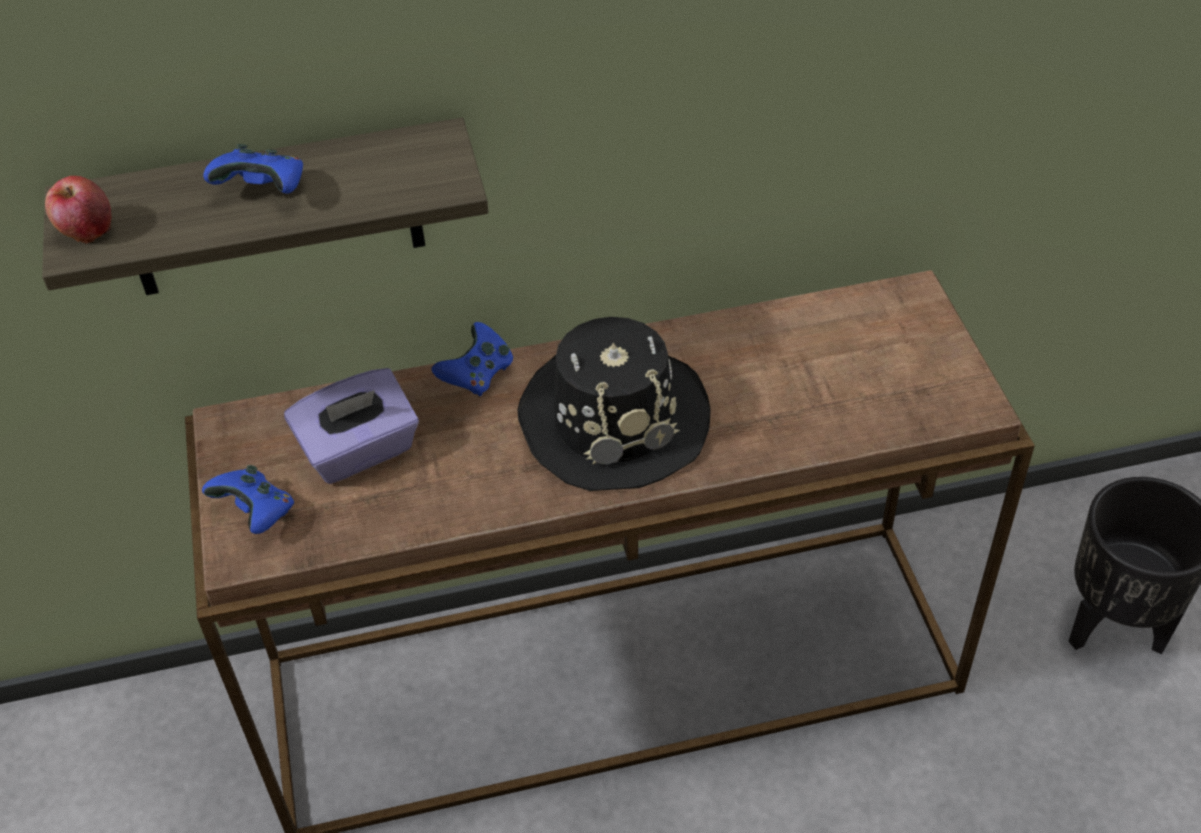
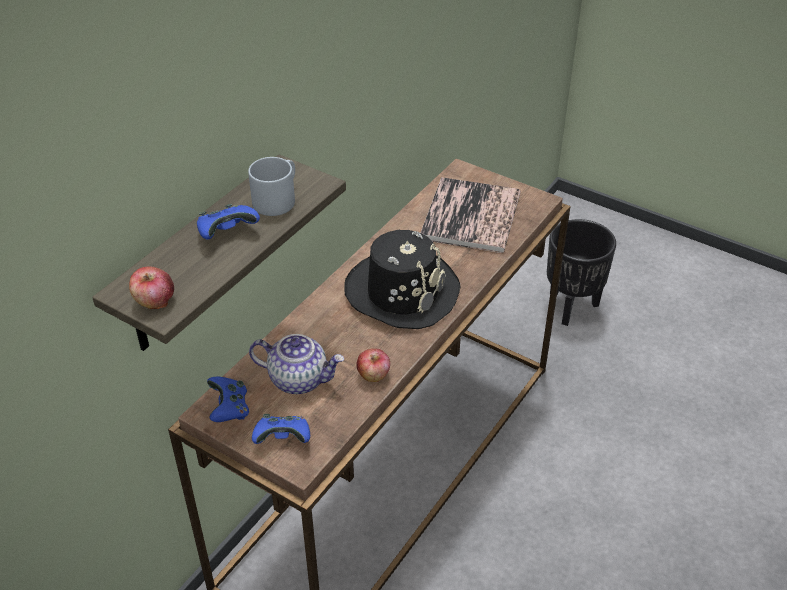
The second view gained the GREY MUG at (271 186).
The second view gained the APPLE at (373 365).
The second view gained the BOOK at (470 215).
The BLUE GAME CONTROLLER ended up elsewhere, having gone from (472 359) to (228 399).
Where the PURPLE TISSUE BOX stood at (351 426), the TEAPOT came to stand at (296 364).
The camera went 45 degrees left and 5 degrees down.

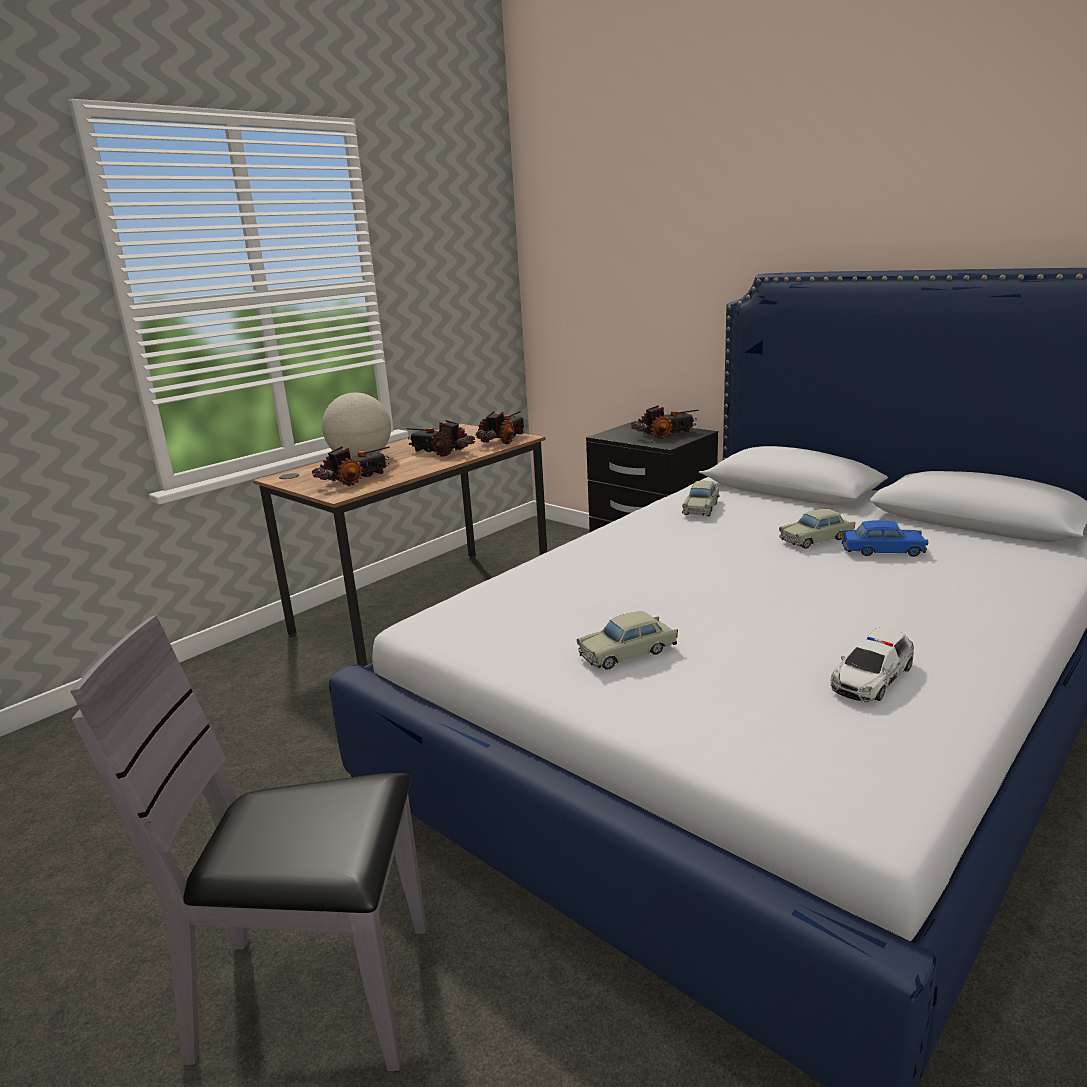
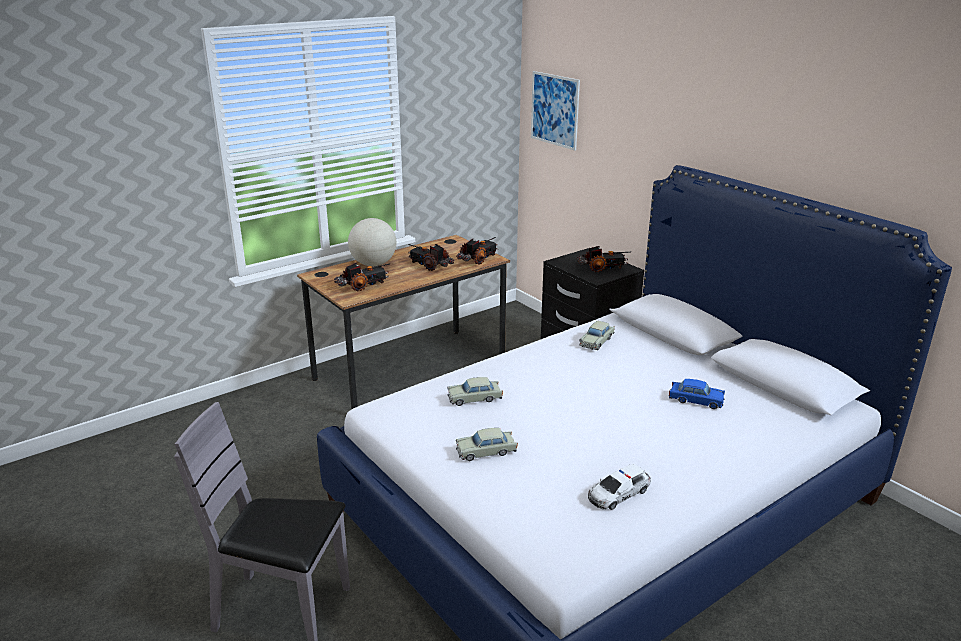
The second view gained the PICTURE at (555 110).
The BEIGE TOY CAR ended up elsewhere, having gone from (817 529) to (475 391).
The camera went 10 degrees right and 5 degrees up.

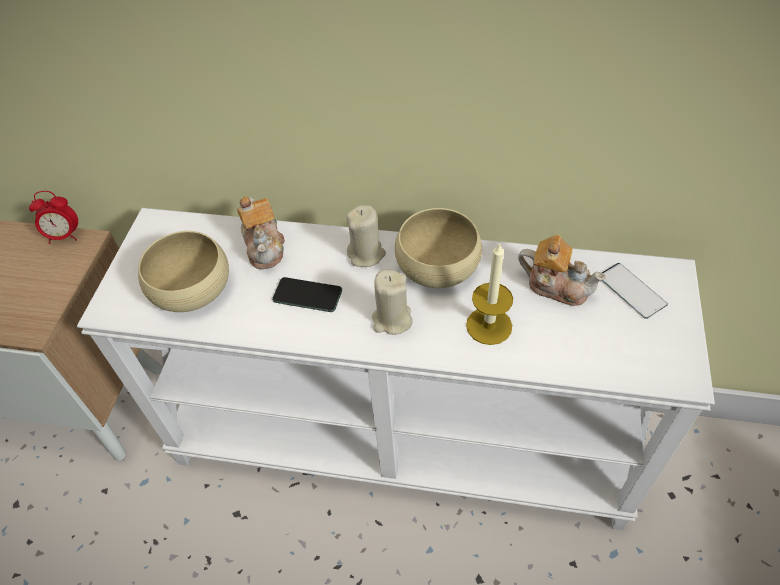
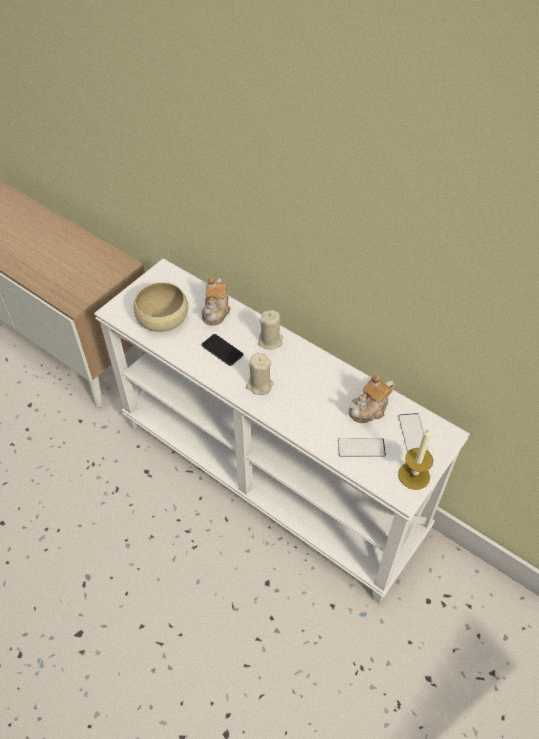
The second view lost the ALARM CLOCK at (53 217).
The second view lost the BEIGE BOWL at (438 248).
The second view gained the PHONE at (362 447).
The CANDLE ended up elsewhere, having gone from (489 293) to (415 459).
The TEAPOT at (562 270) ended up facing another way, 90 degrees clockwise from before.
The camera went 25 degrees right and 0 degrees up.

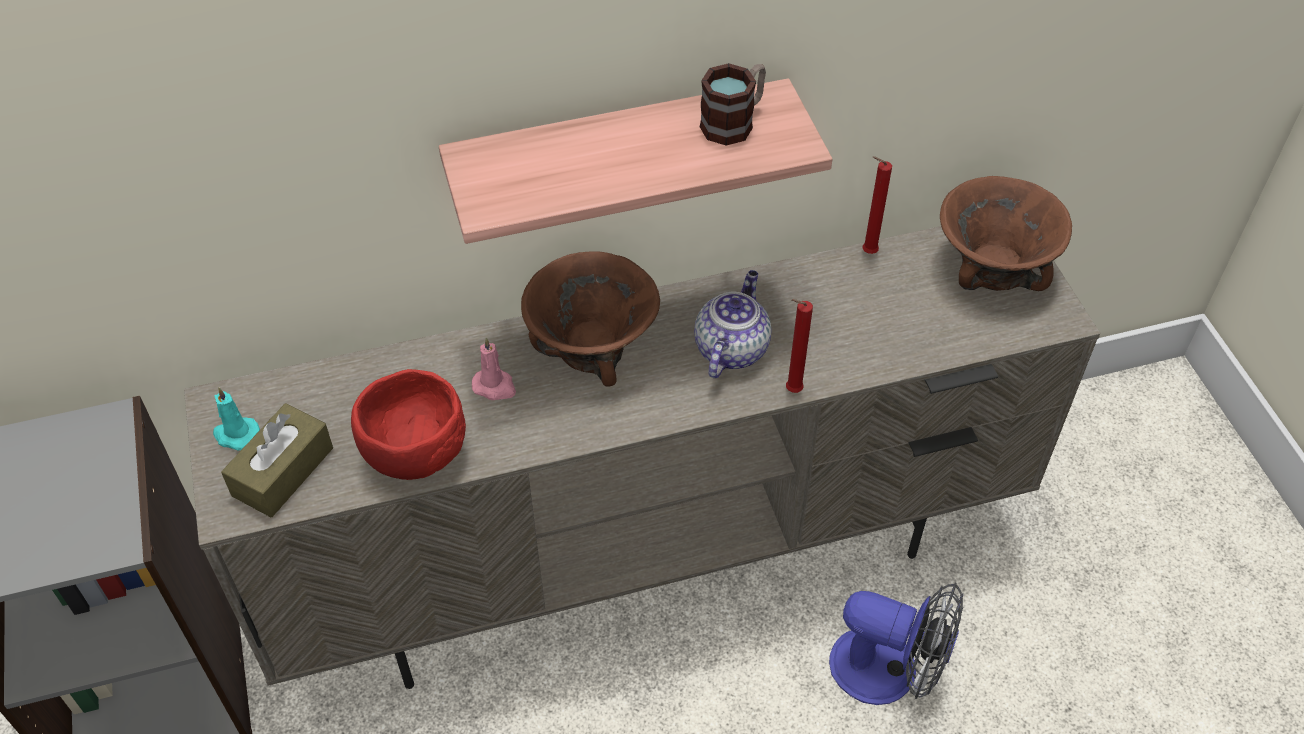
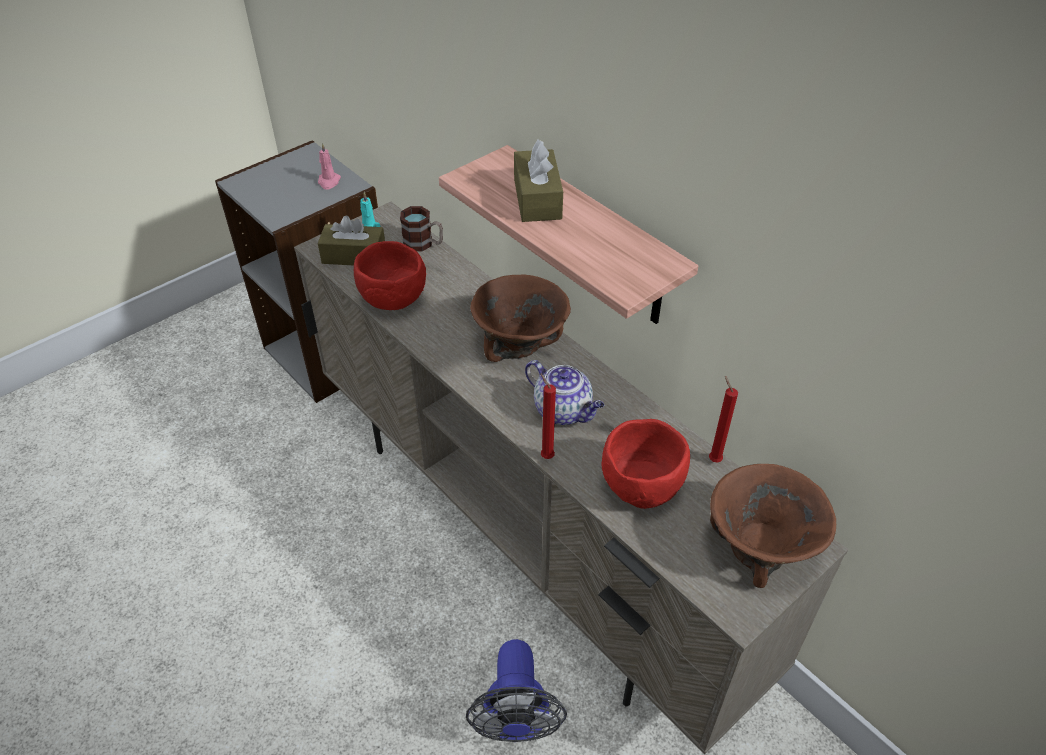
The second view gained the BROWN TISSUE BOX at (538 181).
The second view gained the RED BOWL at (645 464).
The PINK CANDLE ended up elsewhere, having gone from (494 368) to (329 166).
The MUG ended up elsewhere, having gone from (733 104) to (421 228).
The TEAPOT at (732 324) ended up facing another way, 45 degrees clockwise from before.
The camera went 65 degrees right and 5 degrees down.

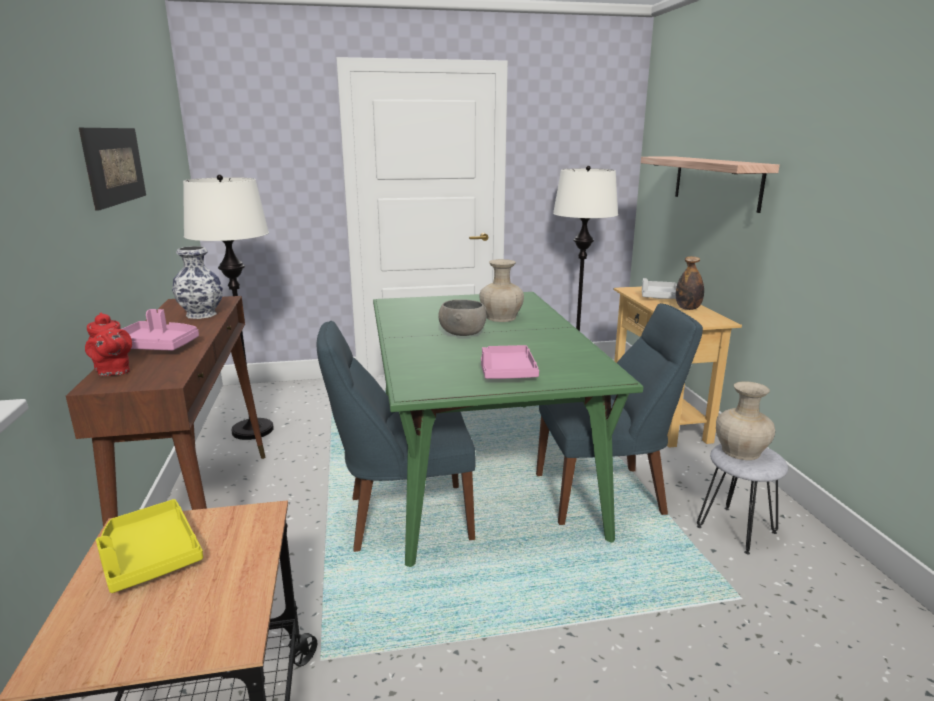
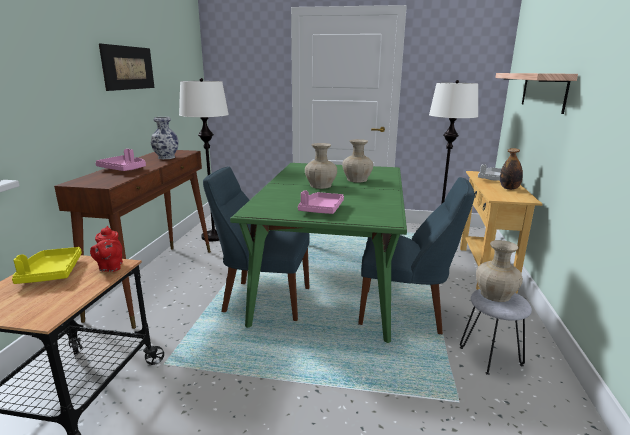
The RED TEAPOT ended up elsewhere, having gone from (108 344) to (106 249).
Where the GREY BOWL stood at (462 317), the BEIGE VASE came to stand at (321 166).
The camera went 20 degrees right and 0 degrees up.

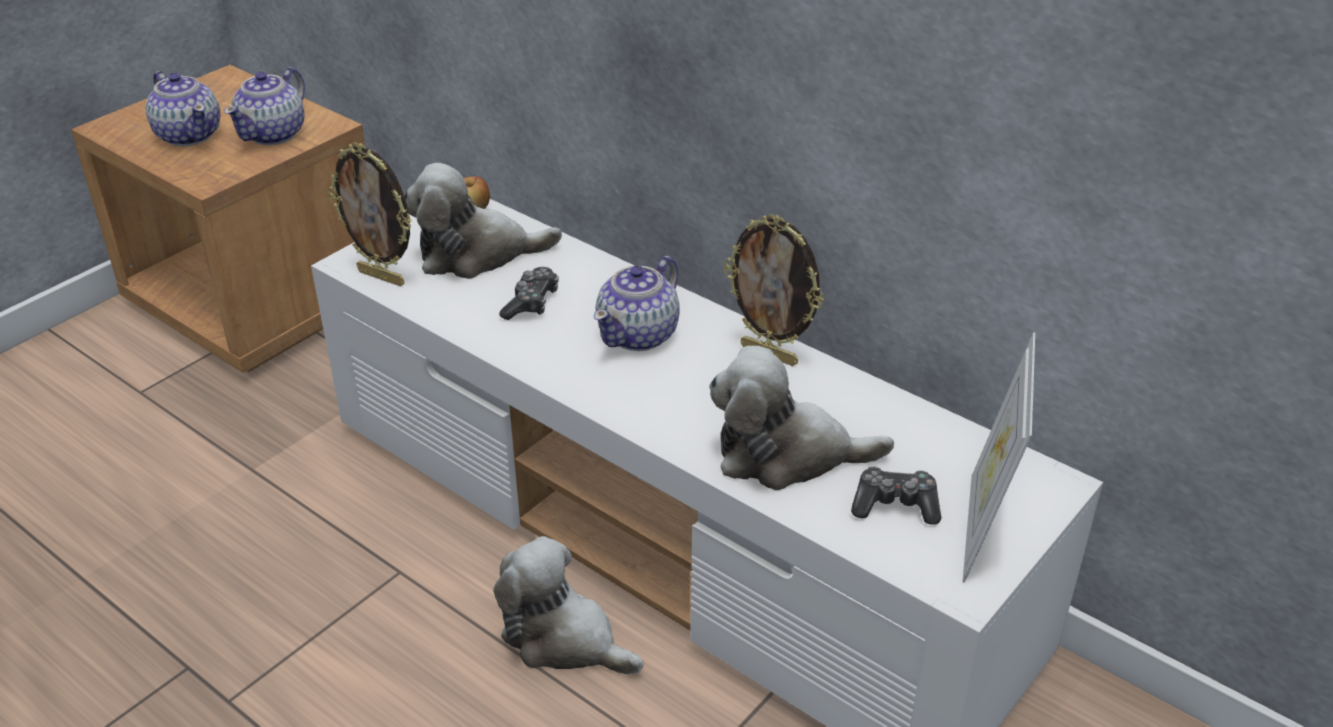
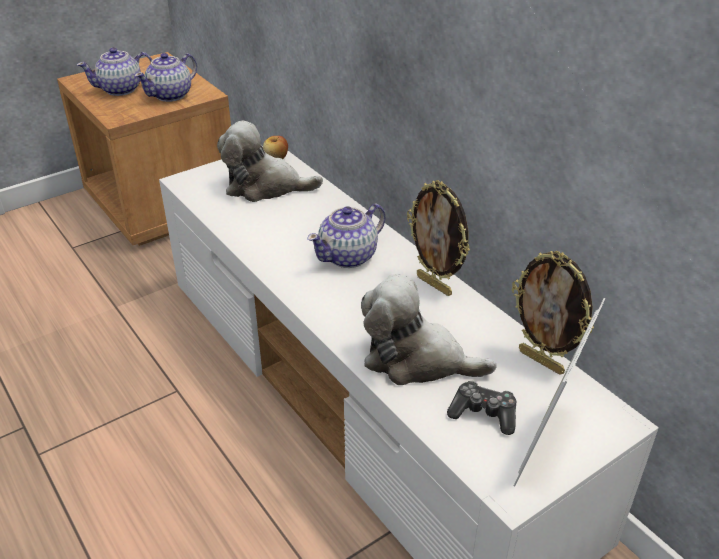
The second view lost the PLUSH TOY at (568 605).
The second view lost the GAME CONTROLLER at (529 293).
The PICTURE FRAME ended up elsewhere, having gone from (370 214) to (553 313).
The TEAPOT at (182 108) ended up facing another way, 90 degrees clockwise from before.
The camera went 15 degrees right and 0 degrees up.

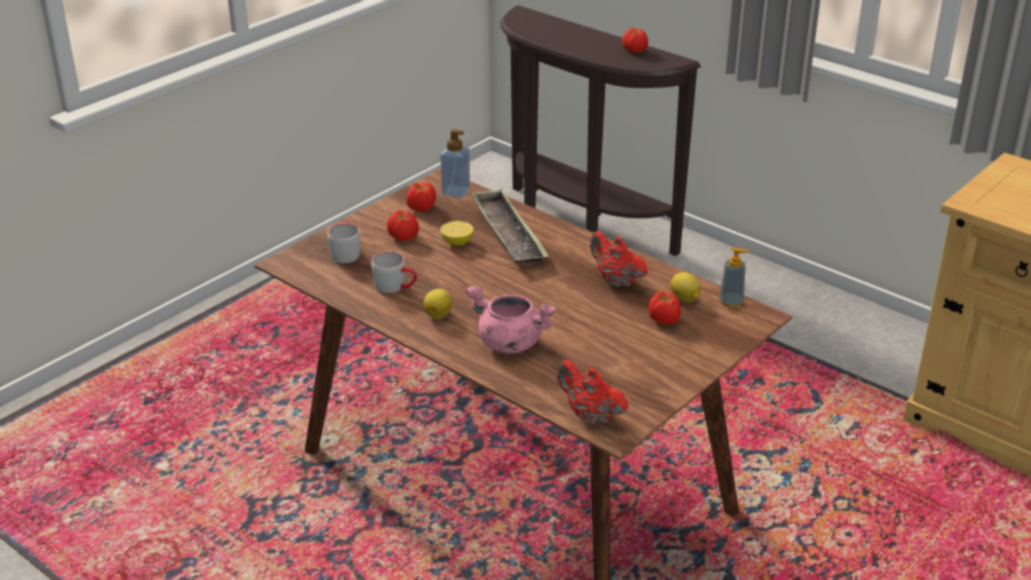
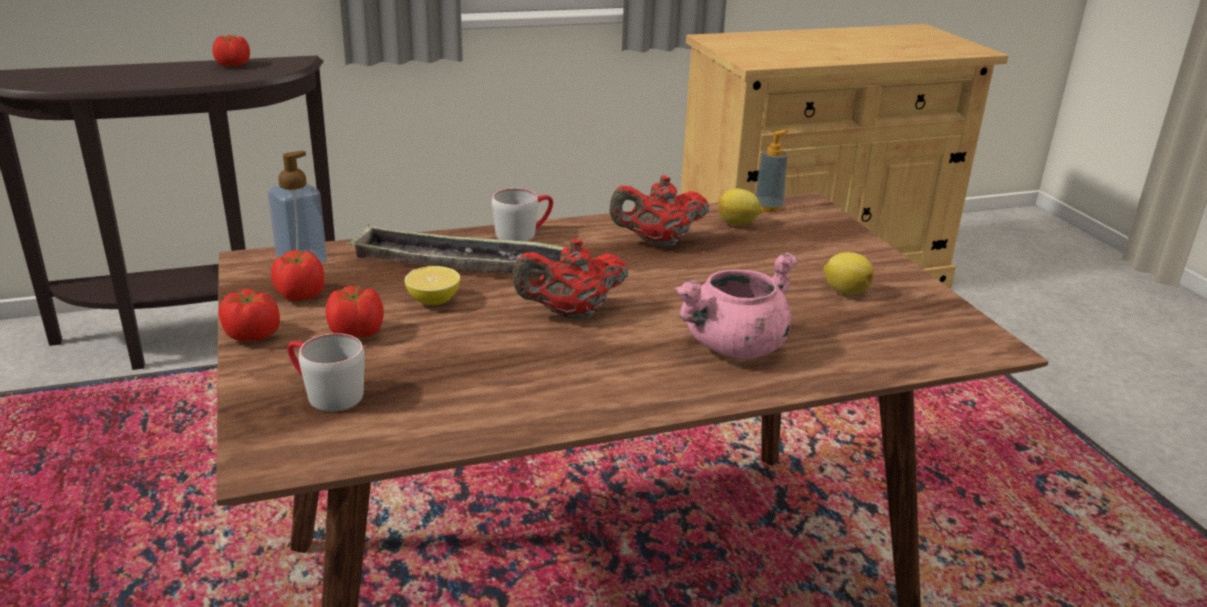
The GREY MUG ended up elsewhere, having gone from (394 272) to (522 214).
The LEMON ended up elsewhere, having gone from (437 304) to (848 273).
The RED TEAPOT ended up elsewhere, having gone from (593 392) to (570 279).
The TOMATO ended up elsewhere, having gone from (665 308) to (249 315).
The camera went 60 degrees left and 5 degrees down.

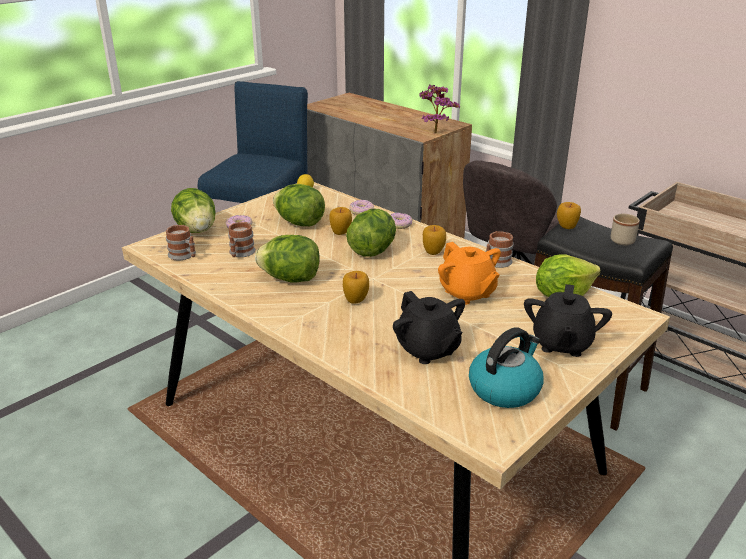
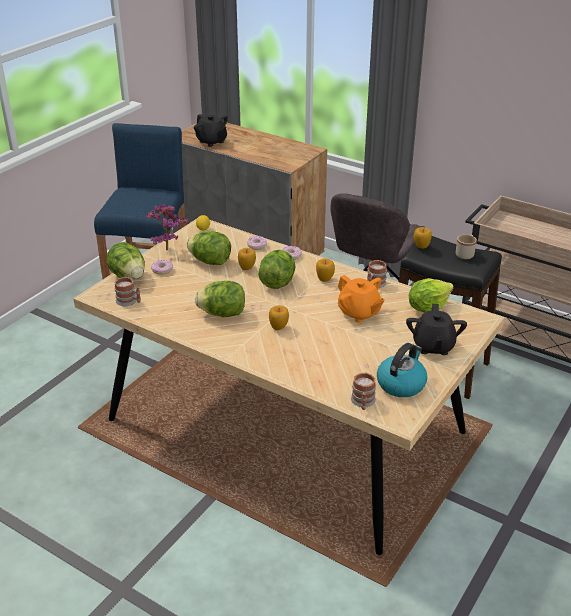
The MUG ended up elsewhere, having gone from (242 239) to (363 391).
The BLACK TEAPOT ended up elsewhere, having gone from (429 327) to (211 130).
The POTTED PLANT ended up elsewhere, having gone from (439 108) to (167 227).
The camera went 10 degrees left and 5 degrees up.

